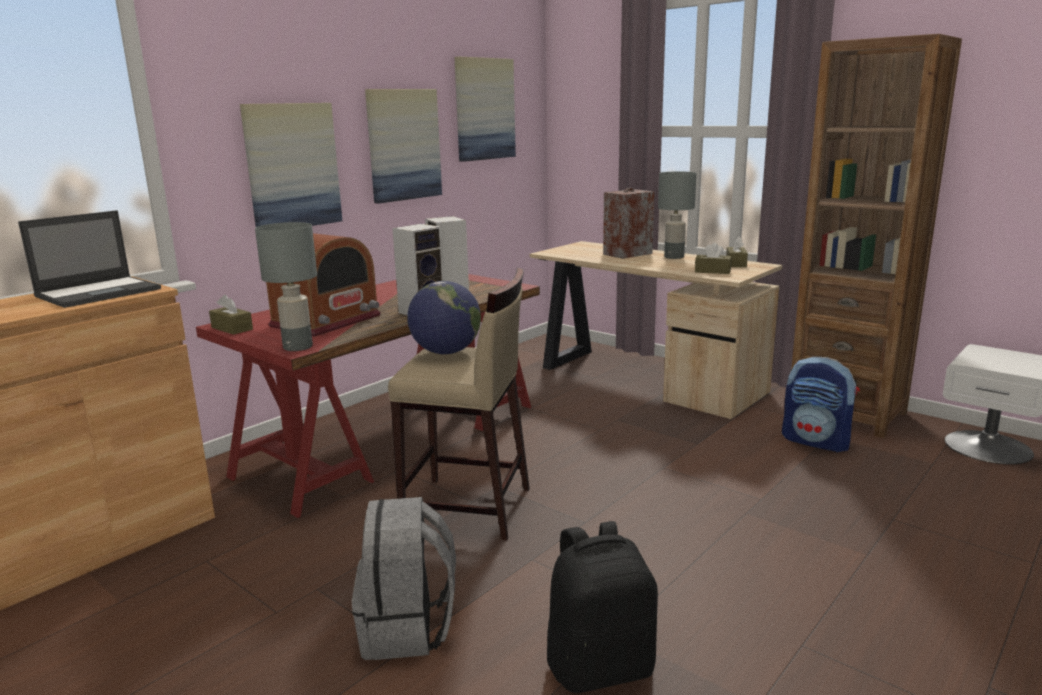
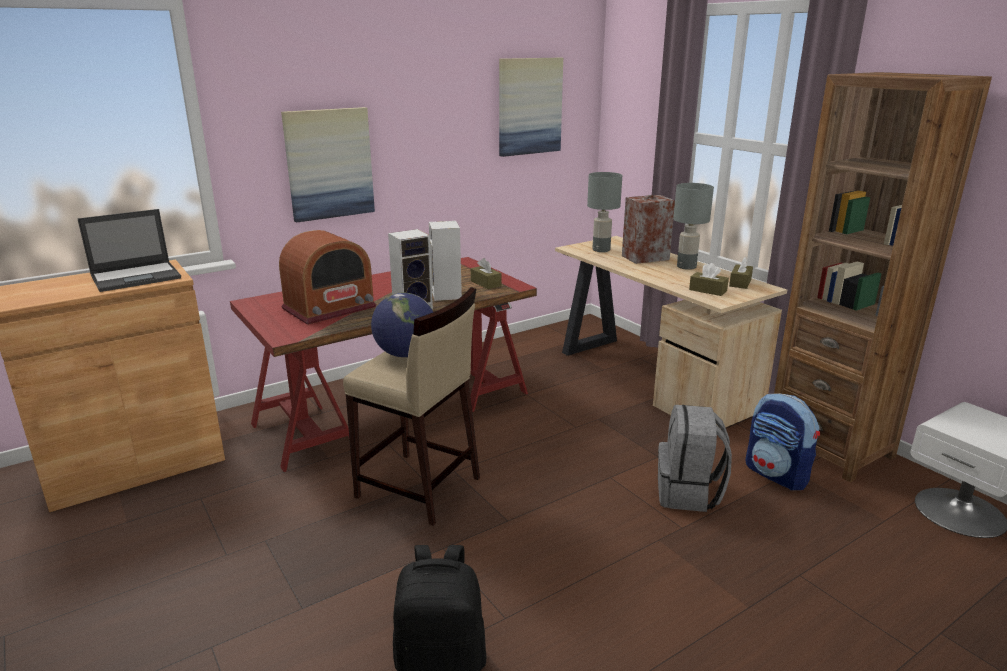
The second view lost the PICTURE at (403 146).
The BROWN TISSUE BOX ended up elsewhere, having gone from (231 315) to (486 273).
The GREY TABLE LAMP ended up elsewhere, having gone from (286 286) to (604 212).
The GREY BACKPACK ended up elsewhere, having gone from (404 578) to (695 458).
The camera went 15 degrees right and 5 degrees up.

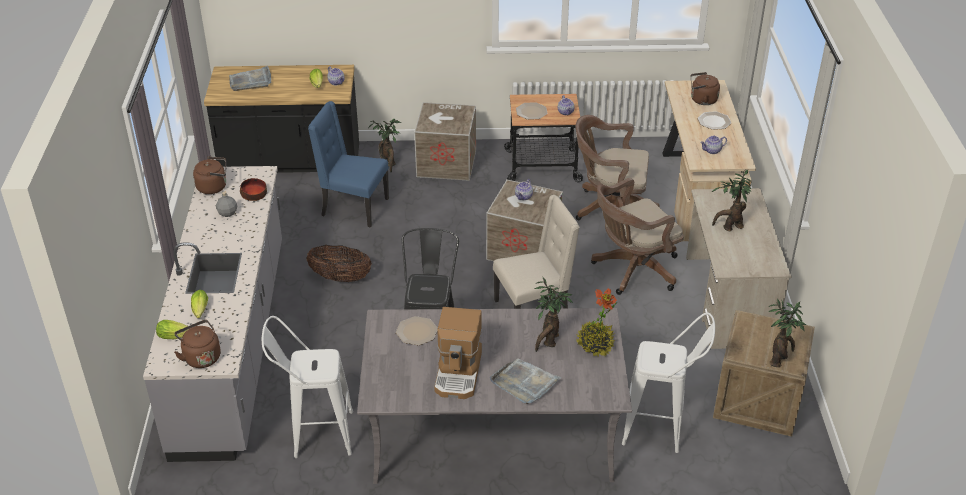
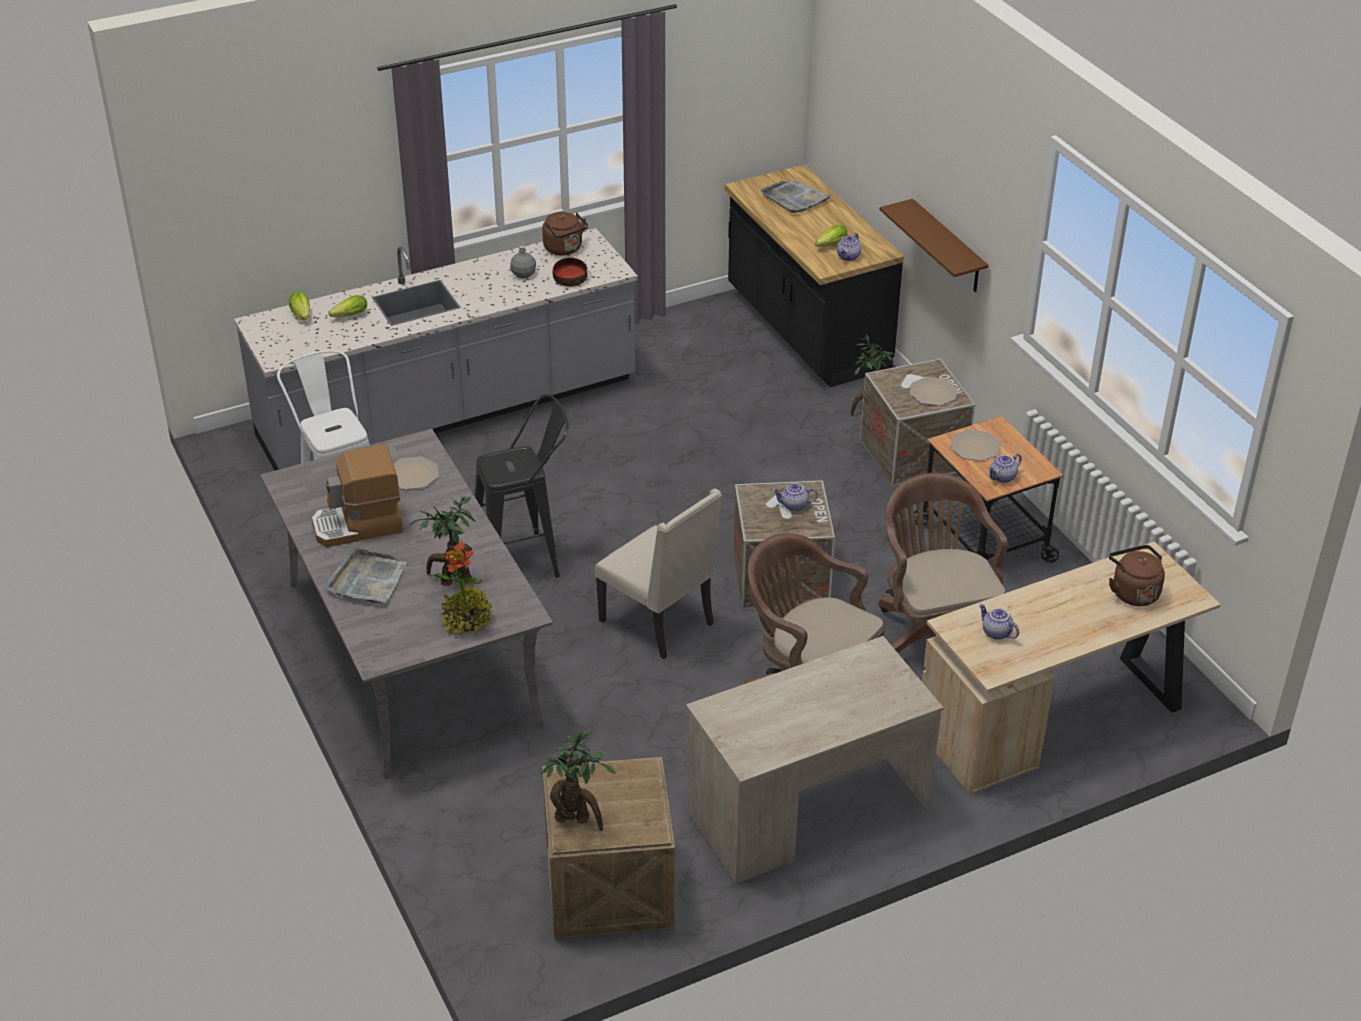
The second view lost the BROWN KETTLE at (197 344).
The second view lost the BASKET at (339 263).
The second view lost the BLUE CHAIR at (348 164).
The second view lost the WHITE STOOL at (668 382).
The second view lost the POTTED PLANT at (731 200).
The second view gained the BROWN SHELF at (934 245).
The PLATE ended up elsewhere, having gone from (715 120) to (933 391).
The camera went 65 degrees right and 0 degrees up.

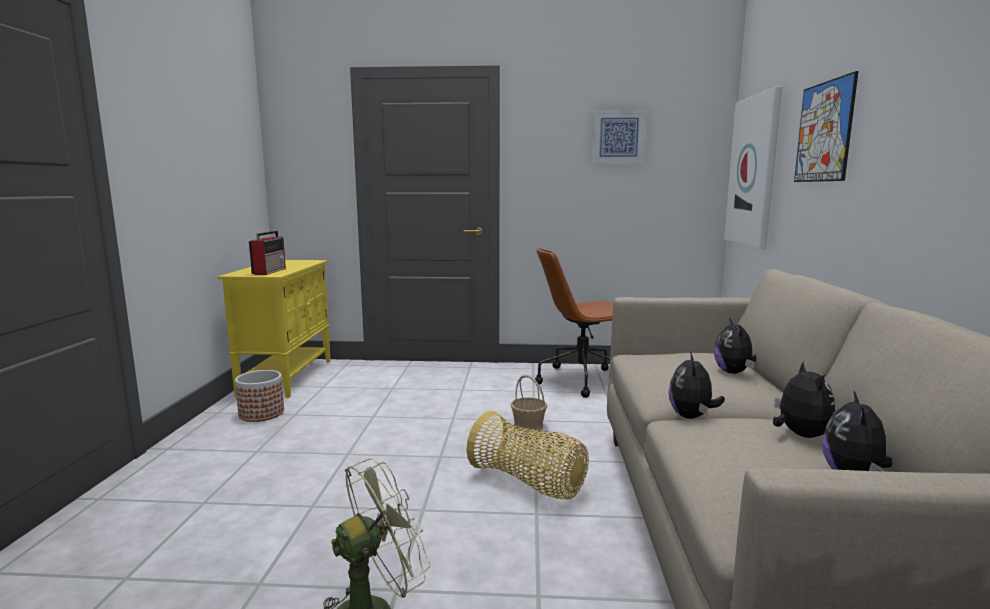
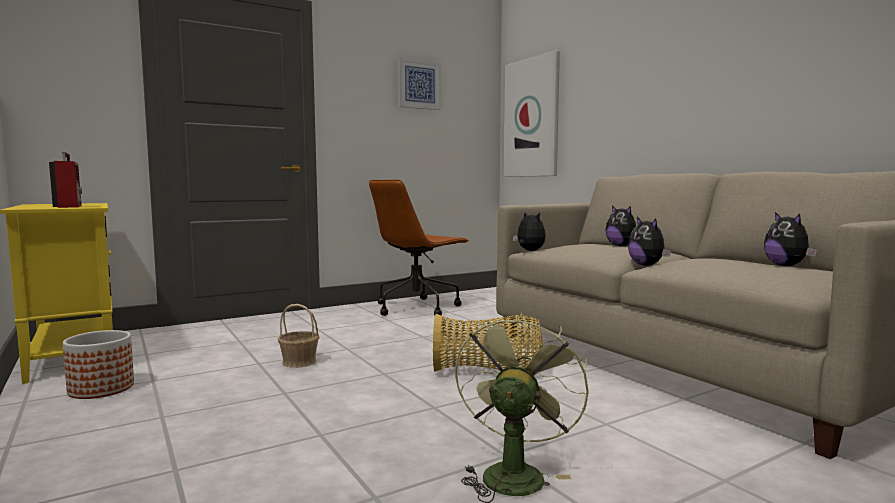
The second view lost the PICTURE at (826 126).
The BASKET ended up elsewhere, having gone from (529 404) to (298 336).
The PLUSH TOY ended up elsewhere, having gone from (804 399) to (529 231).
The camera went 35 degrees left and 5 degrees down.

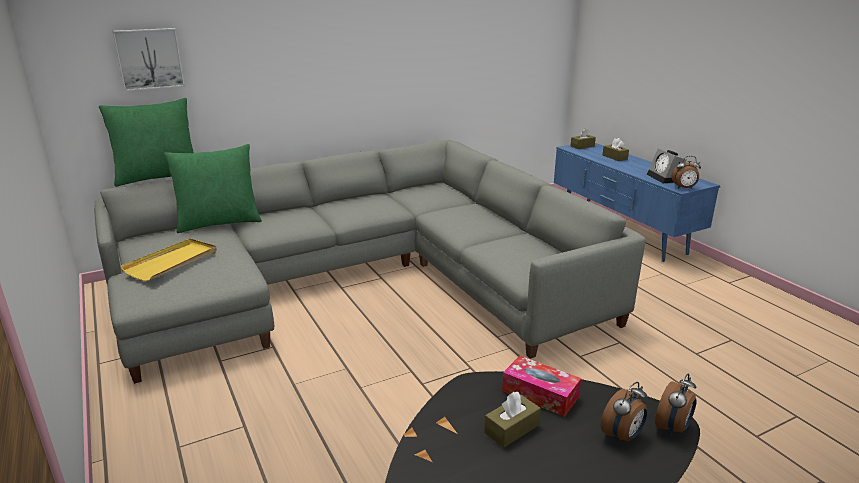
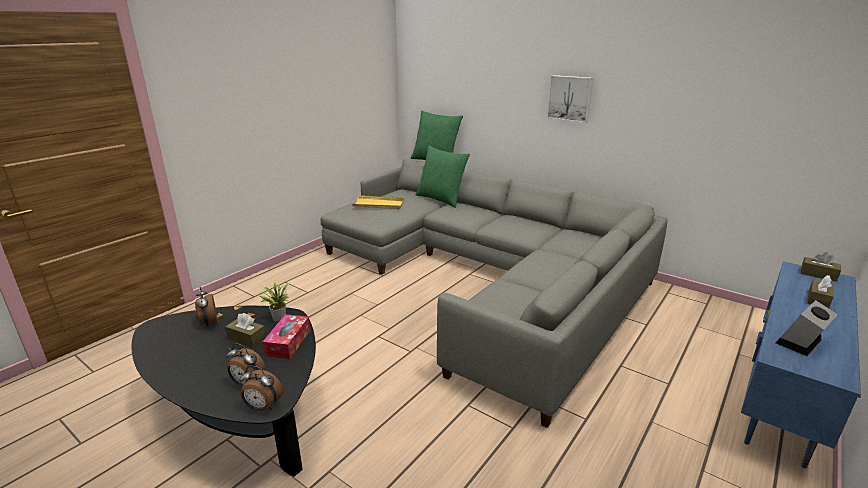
The second view gained the POTTED PLANT at (274 301).
The PICTURE ended up elsewhere, having gone from (149 59) to (570 99).
The ALARM CLOCK ended up elsewhere, having gone from (686 172) to (206 307).
The camera went 65 degrees right and 0 degrees up.

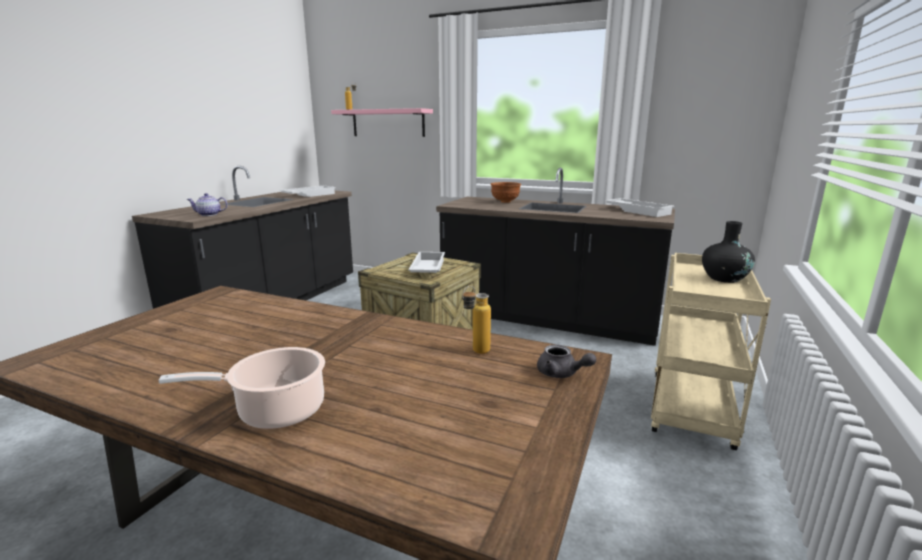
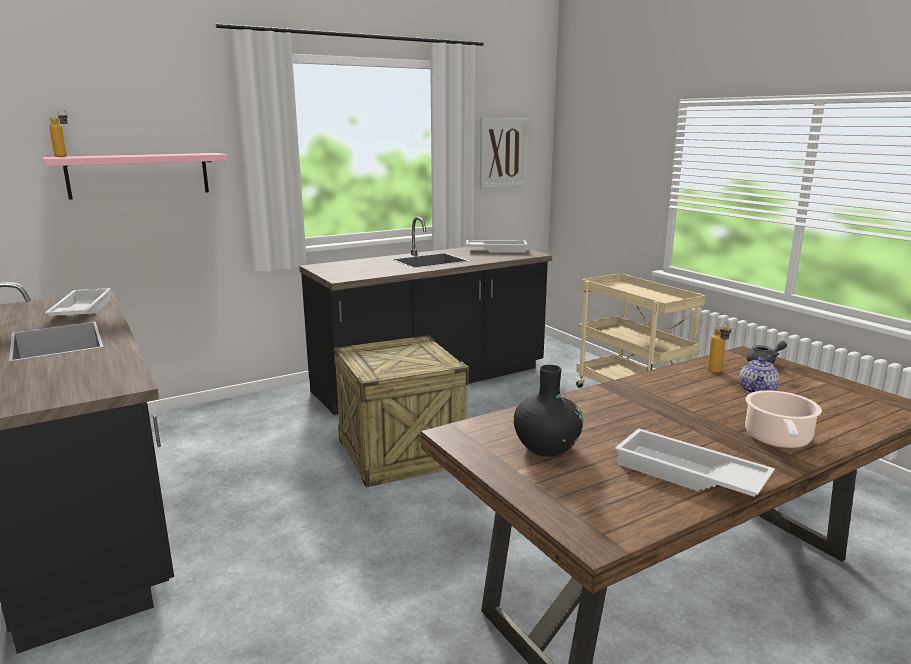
The second view lost the BROWN BOWL at (506 192).
The second view gained the PICTURE at (504 153).
The TEAPOT ended up elsewhere, having gone from (207 204) to (759 375).
The WHITE TRAY ended up elsewhere, having gone from (426 262) to (695 462).
The BLACK VASE ended up elsewhere, having gone from (728 252) to (548 411).
The camera went 55 degrees left and 0 degrees up.

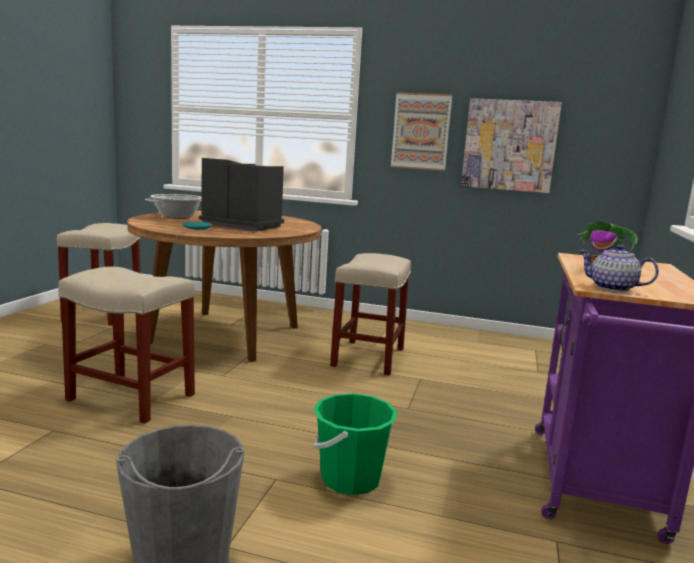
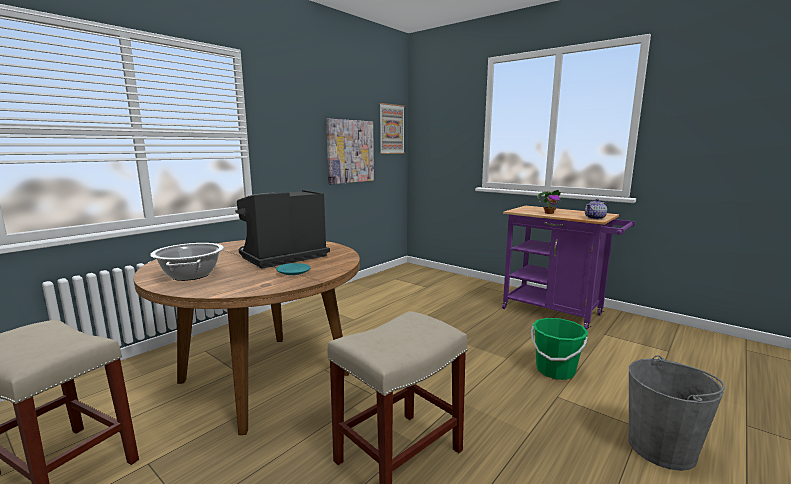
The second view lost the BEIGE STOOL at (370 314).
The PICTURE ended up elsewhere, having gone from (421 131) to (392 128).
The camera went 65 degrees left and 0 degrees up.

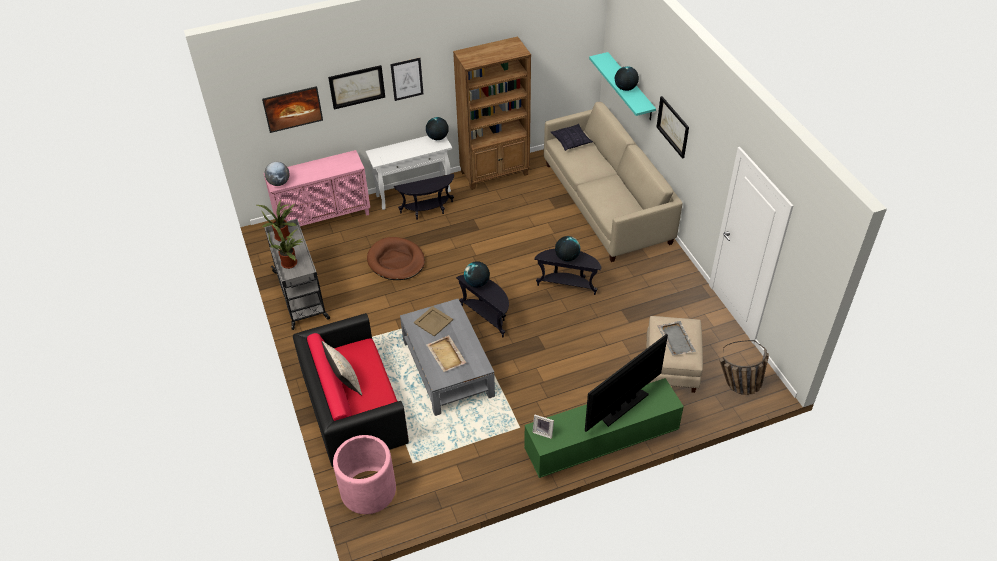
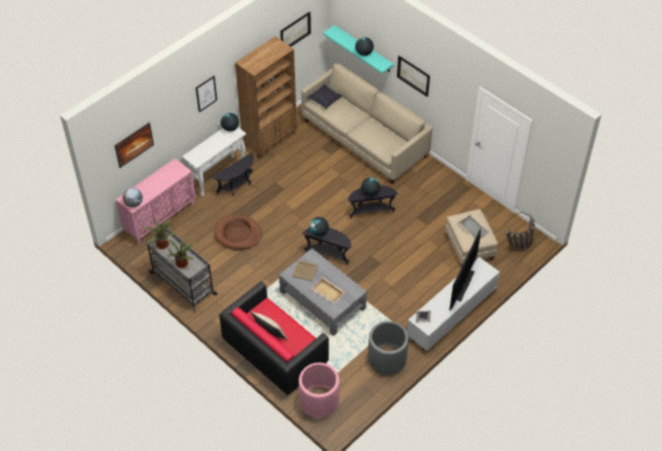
The second view gained the GREY PLANTER at (388 348).
The PICTURE ended up elsewhere, having gone from (356 87) to (295 29).
What was the GREEN TV STAND at (604 428) turned into the WHITE TV STAND at (453 304).
The camera went 25 degrees left and 5 degrees up.

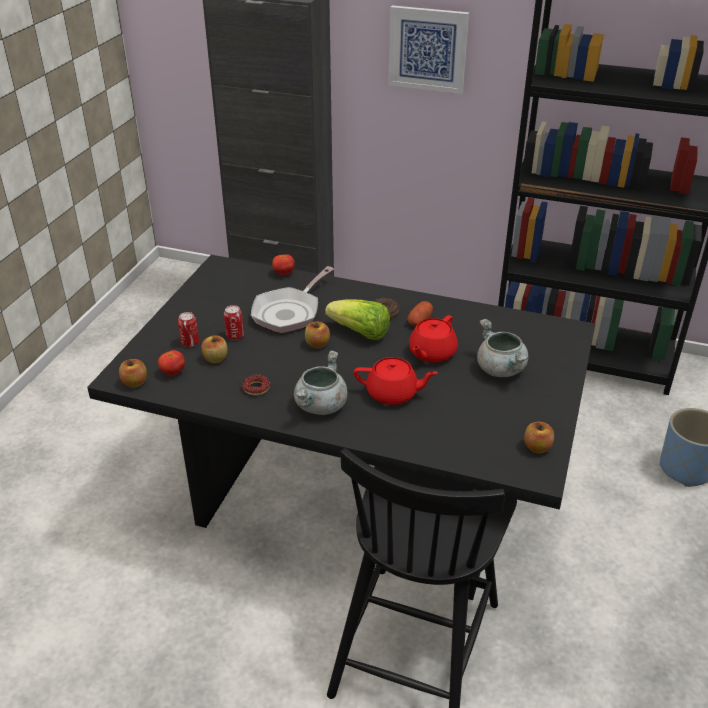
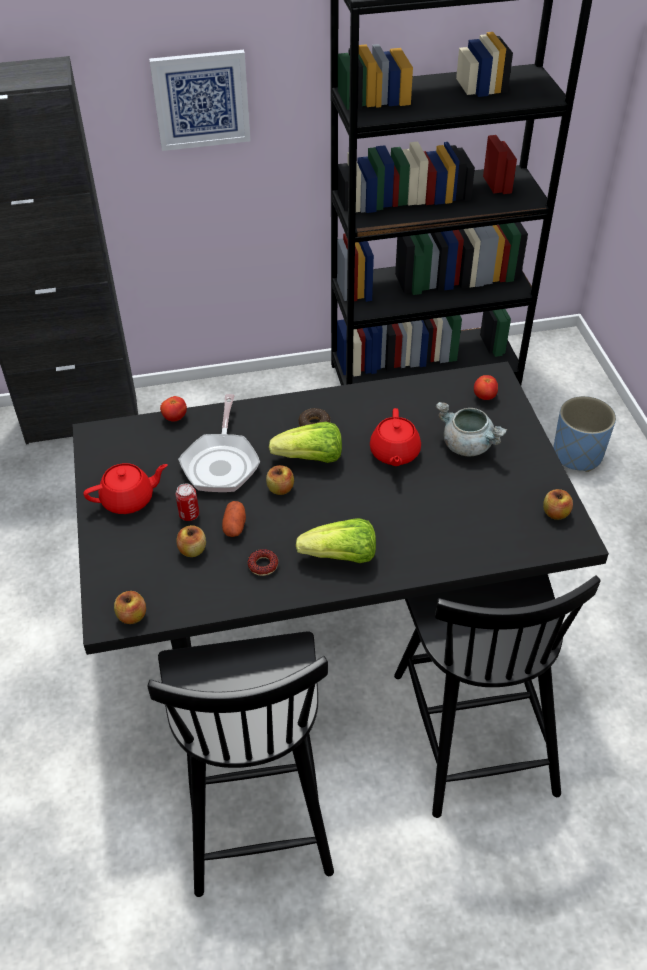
The second view lost the CAN at (188 329).
The second view gained the BLACK CHAIR at (240 764).
The TOMATO ended up elsewhere, having gone from (171 363) to (486 387).
The RED TEAPOT ended up elsewhere, having gone from (396 381) to (126 488).
The POTATO ended up elsewhere, having gone from (420 313) to (234 519).
Where the GREY COOKING POT stood at (321 382), the LETTUCE came to stand at (336 540).
The camera went 30 degrees left and 10 degrees up.

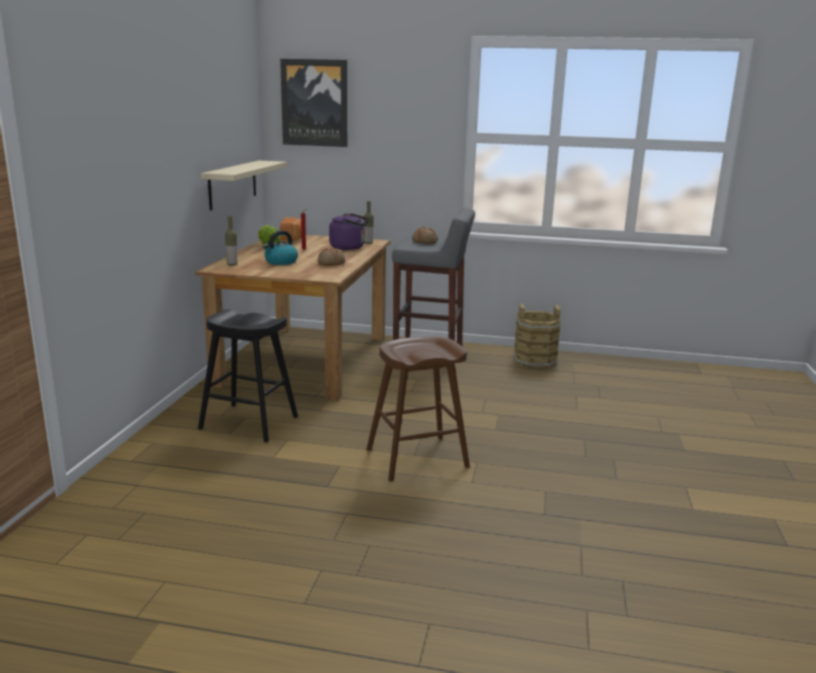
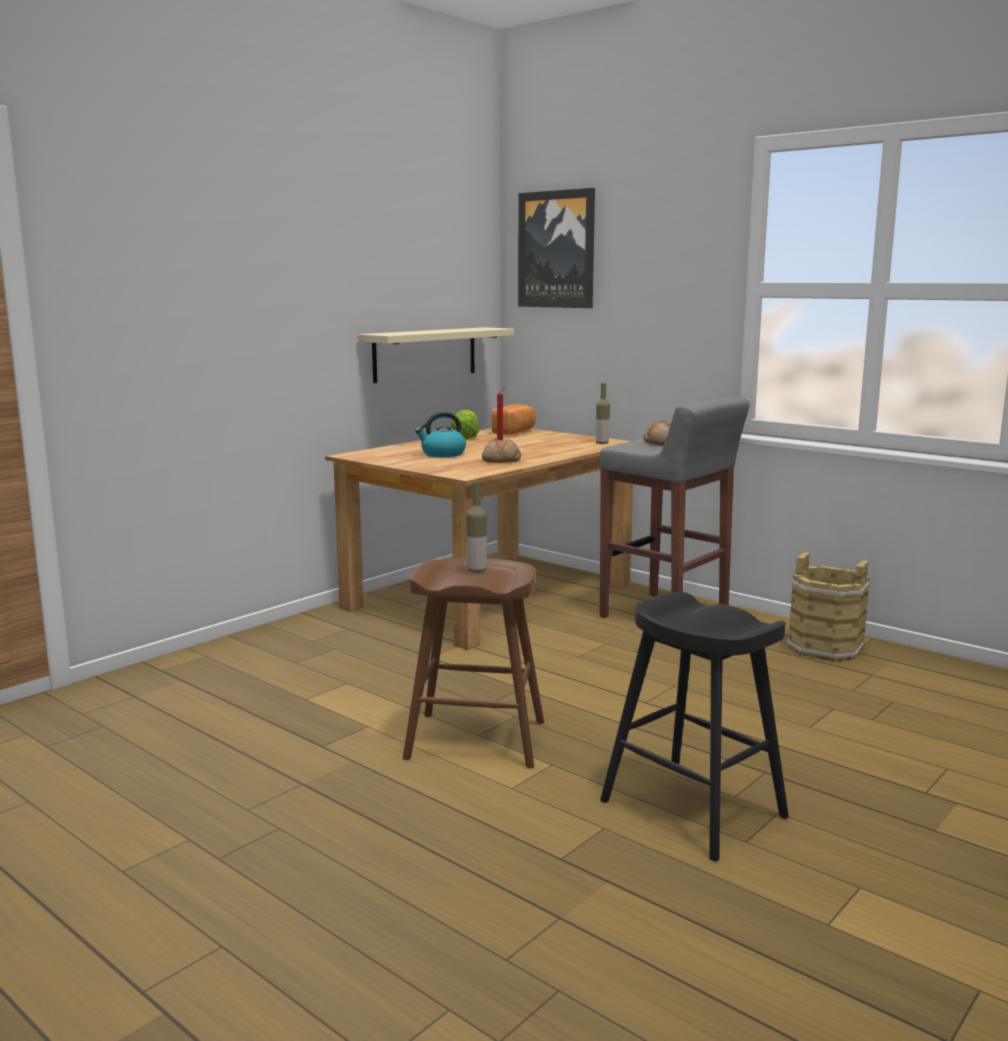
The second view lost the PURPLE KETTLE at (349 231).
The BLACK STOOL ended up elsewhere, having gone from (248 376) to (694 726).
The BOTTLE ended up elsewhere, having gone from (231 241) to (476 527).
The camera went 30 degrees right and 5 degrees down.

